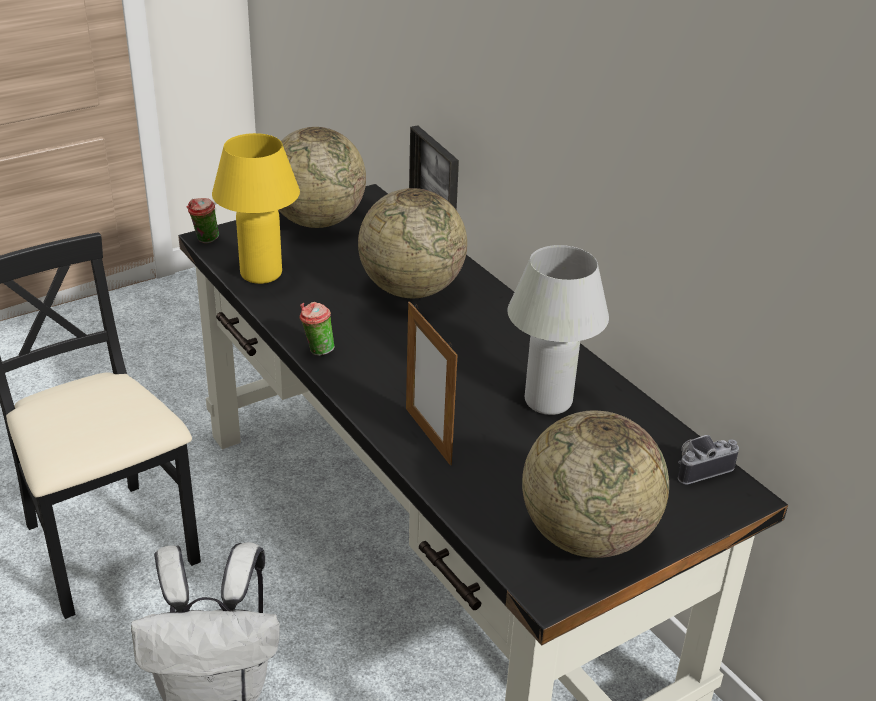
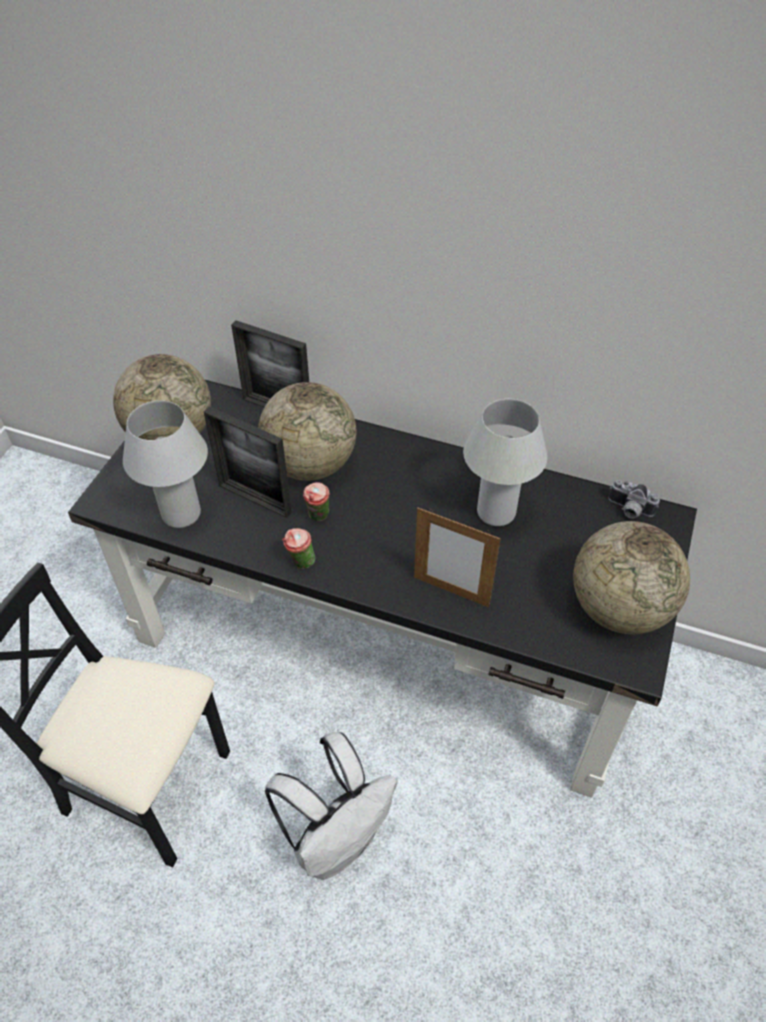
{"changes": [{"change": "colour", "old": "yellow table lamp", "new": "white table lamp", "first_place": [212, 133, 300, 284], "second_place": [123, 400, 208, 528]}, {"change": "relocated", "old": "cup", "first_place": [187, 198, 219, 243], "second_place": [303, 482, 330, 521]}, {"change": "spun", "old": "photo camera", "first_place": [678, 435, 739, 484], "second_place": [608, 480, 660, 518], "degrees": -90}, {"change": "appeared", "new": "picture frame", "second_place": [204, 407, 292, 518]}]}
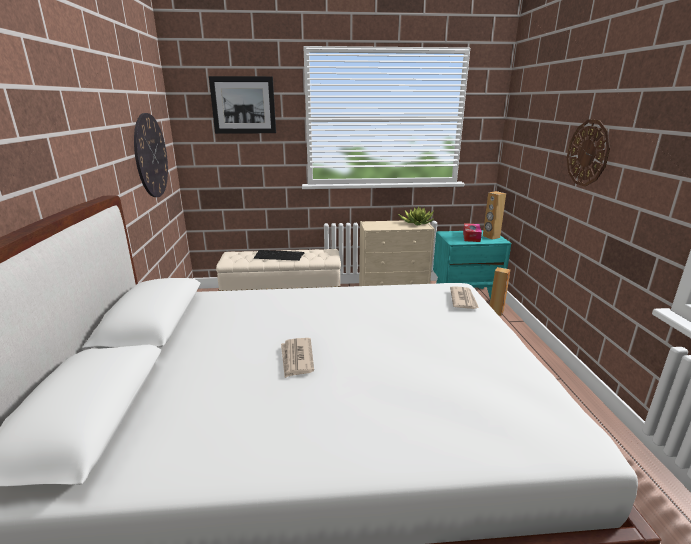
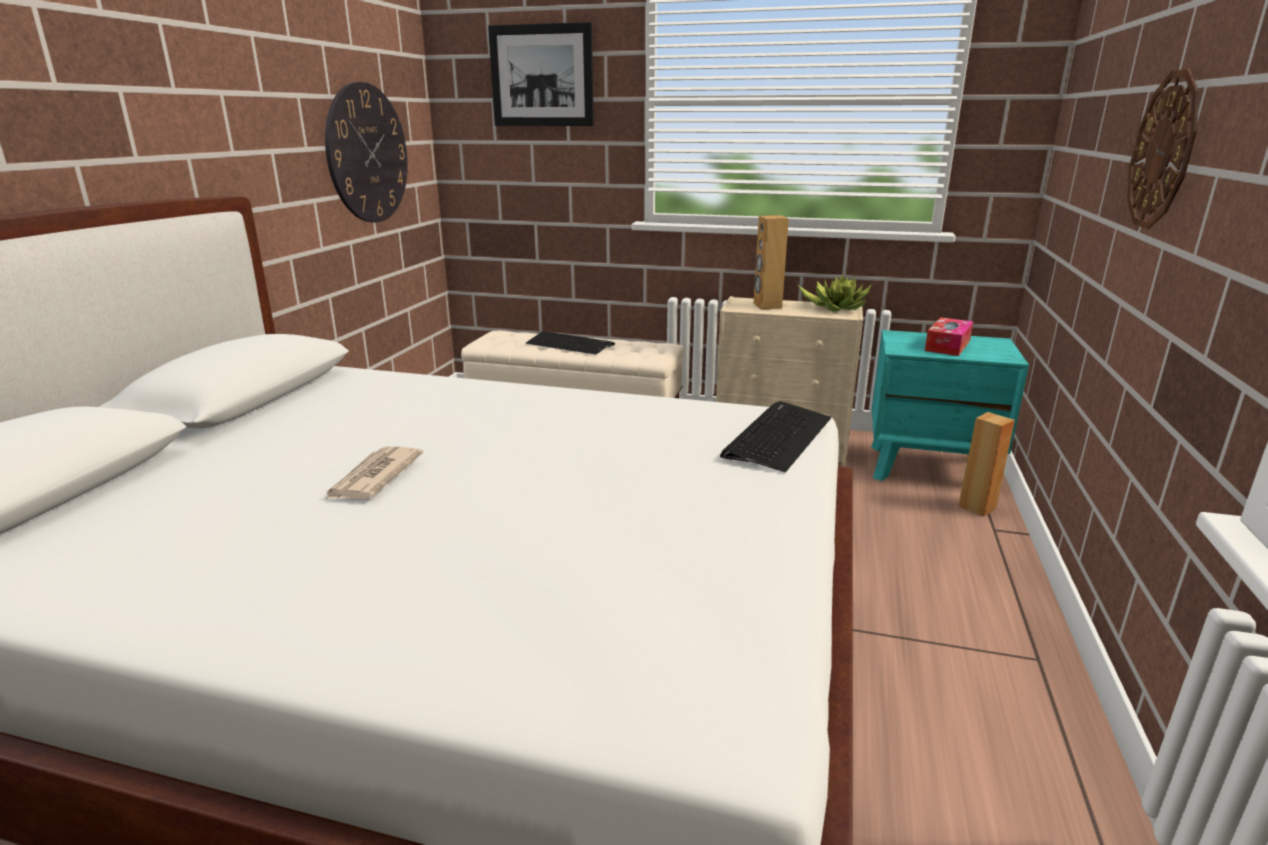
{"changes": [{"change": "relocated", "old": "brown speaker", "first_place": [483, 191, 506, 240], "second_place": [753, 215, 789, 309]}, {"change": "exchanged", "old": "newspaper", "new": "keyboard", "first_place": [450, 286, 479, 309], "second_place": [720, 401, 831, 473]}]}
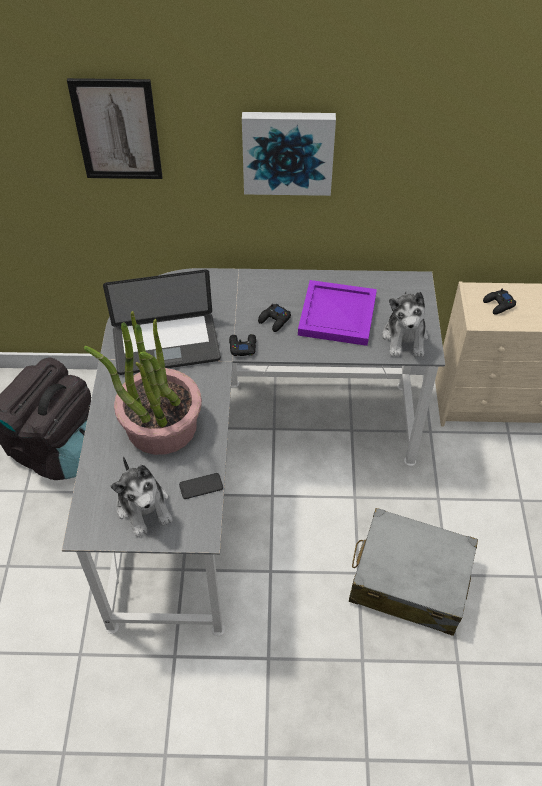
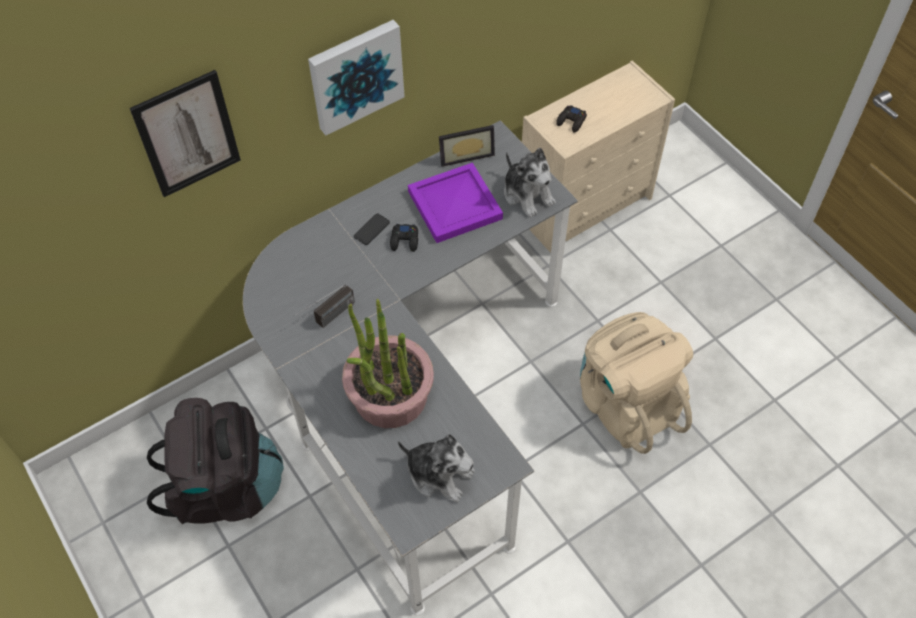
{"changes": [{"change": "exchanged", "old": "laptop", "new": "radio", "first_place": [103, 270, 221, 375], "second_place": [293, 285, 355, 328]}, {"change": "missing", "old": "black game controller", "first_place": [229, 334, 256, 356]}, {"change": "relocated", "old": "phone", "first_place": [179, 473, 223, 499], "second_place": [354, 213, 390, 245]}, {"change": "exchanged", "old": "grey suitcase", "new": "beige backpack", "first_place": [349, 508, 478, 636], "second_place": [580, 312, 693, 454]}, {"change": "appeared", "new": "picture frame", "second_place": [439, 125, 495, 167]}]}
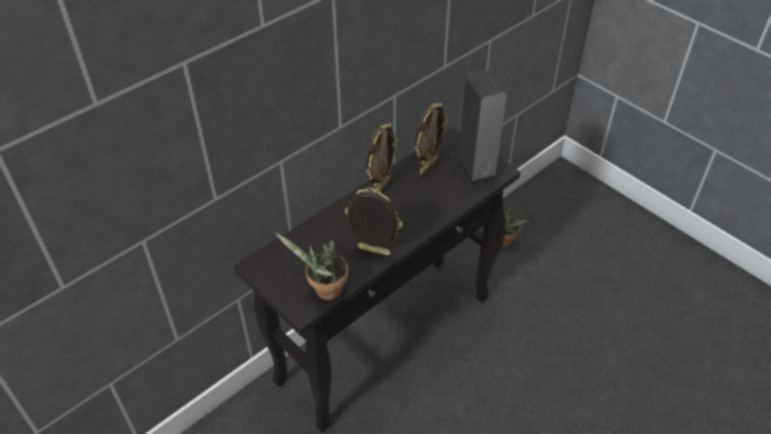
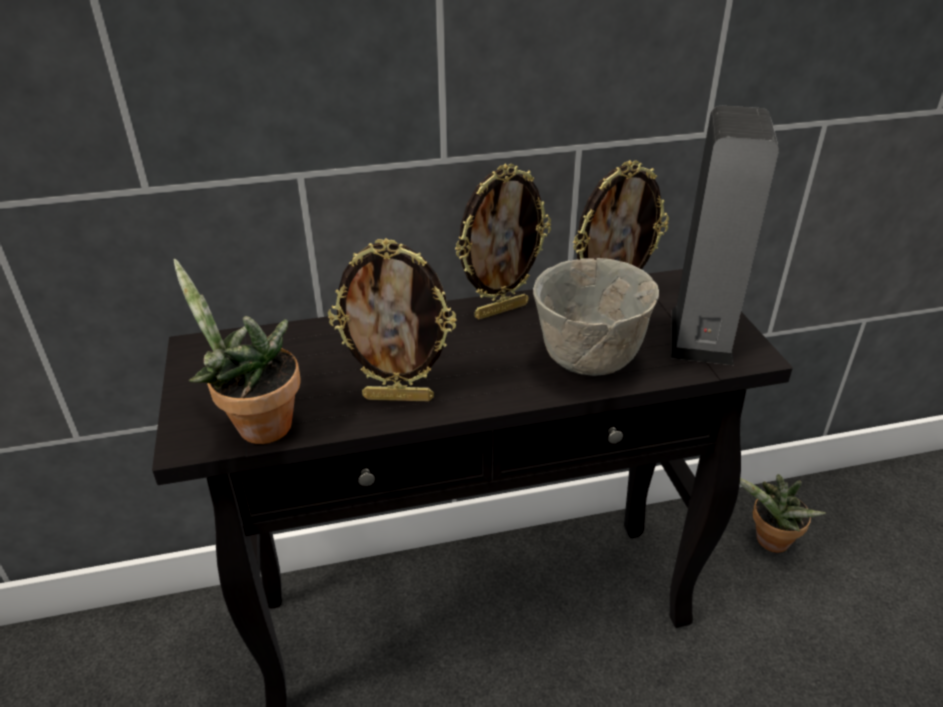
{"changes": [{"change": "spun", "old": "picture frame", "first_place": [345, 187, 402, 255], "second_place": [328, 238, 456, 401], "degrees": 135}, {"change": "appeared", "new": "grey bowl", "second_place": [533, 258, 659, 376]}]}
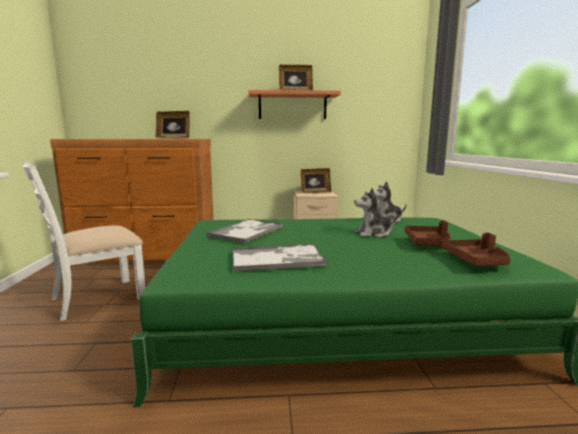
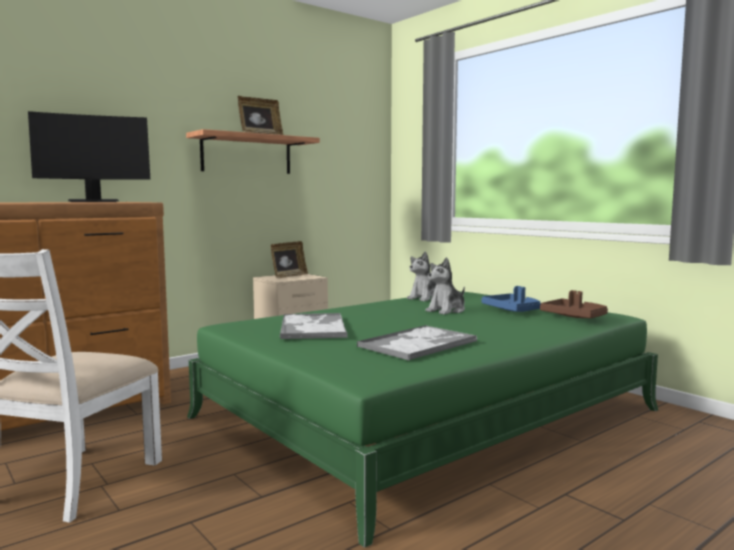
{"changes": [{"change": "exchanged", "old": "picture frame", "new": "monitor", "first_place": [155, 111, 190, 139], "second_place": [28, 111, 150, 202]}, {"change": "colour", "old": "brown tray", "new": "blue tray", "first_place": [405, 220, 451, 246], "second_place": [481, 286, 541, 312]}]}
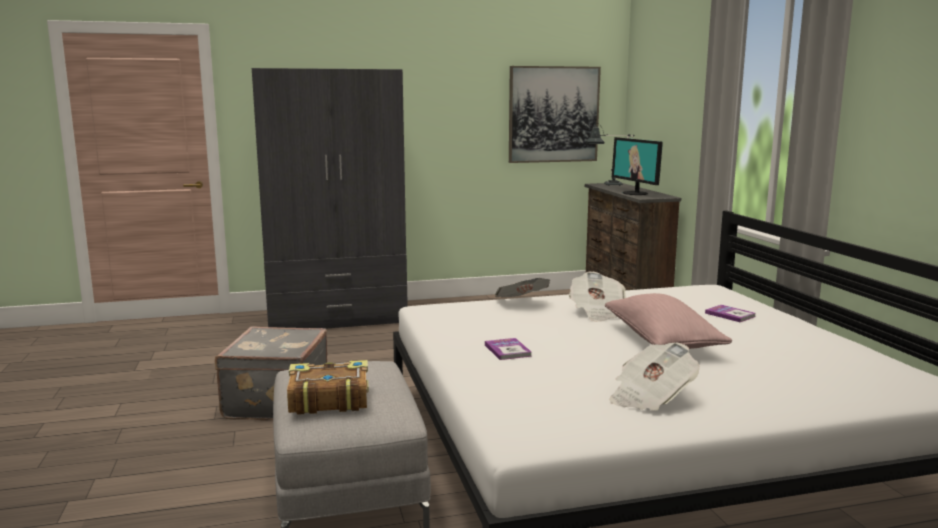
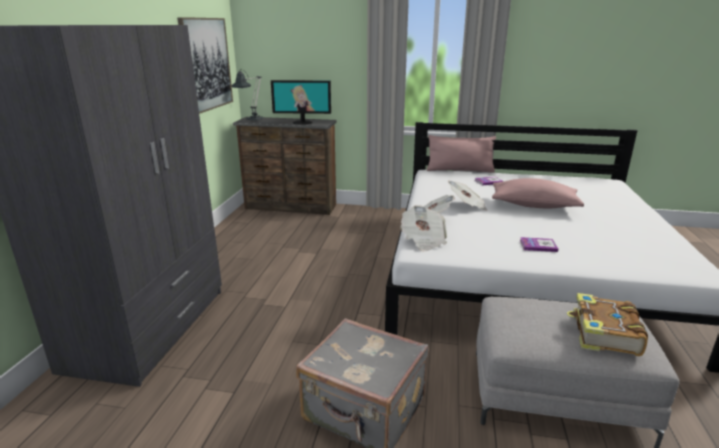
{"changes": [{"change": "relocated", "old": "newspaper", "first_place": [609, 343, 700, 411], "second_place": [400, 205, 447, 252]}, {"change": "appeared", "new": "pink pillow", "second_place": [427, 135, 496, 173]}]}
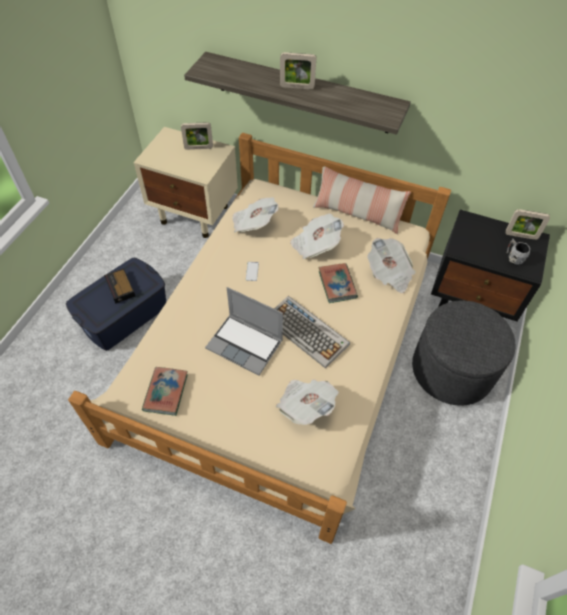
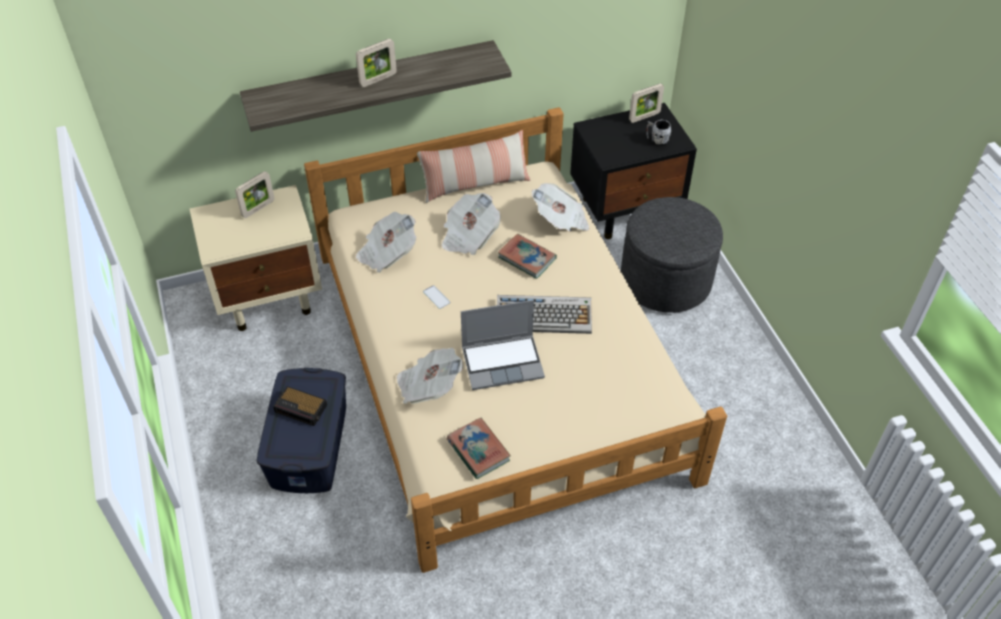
{"changes": [{"change": "relocated", "old": "newspaper", "first_place": [276, 380, 339, 425], "second_place": [396, 348, 463, 404]}]}
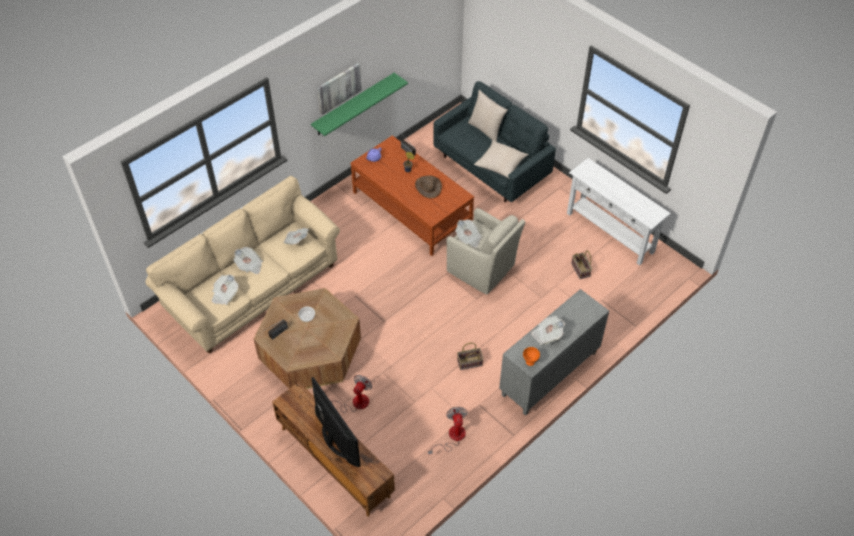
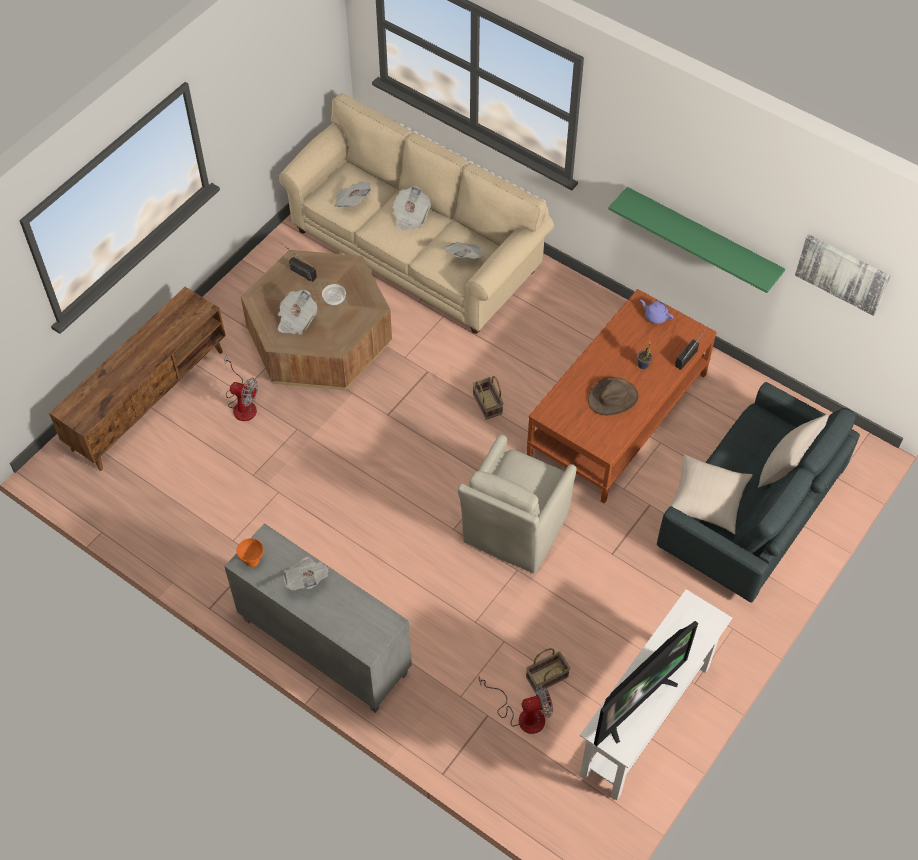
{"changes": [{"change": "relocated", "old": "picture", "first_place": [317, 63, 362, 115], "second_place": [795, 235, 890, 316]}, {"change": "relocated", "old": "newspaper", "first_place": [455, 219, 482, 248], "second_place": [278, 290, 317, 335]}, {"change": "relocated", "old": "basket", "first_place": [457, 343, 484, 370], "second_place": [473, 376, 504, 420]}, {"change": "relocated", "old": "television", "first_place": [311, 377, 361, 468], "second_place": [594, 621, 698, 746]}, {"change": "relocated", "old": "fan", "first_place": [428, 407, 468, 455], "second_place": [479, 676, 553, 734]}]}
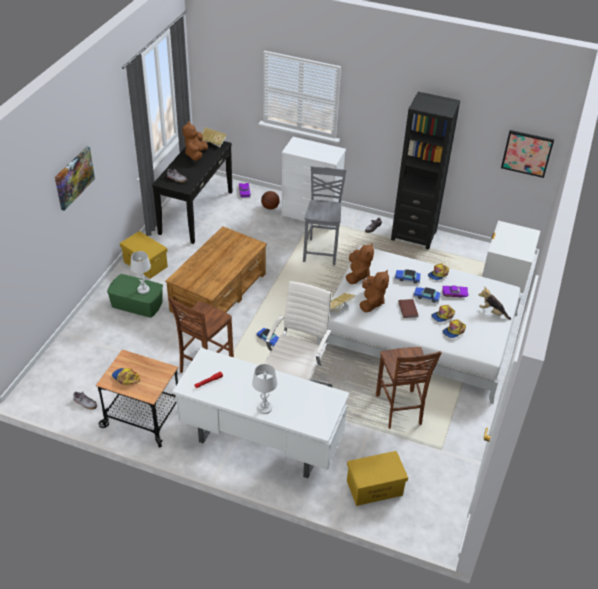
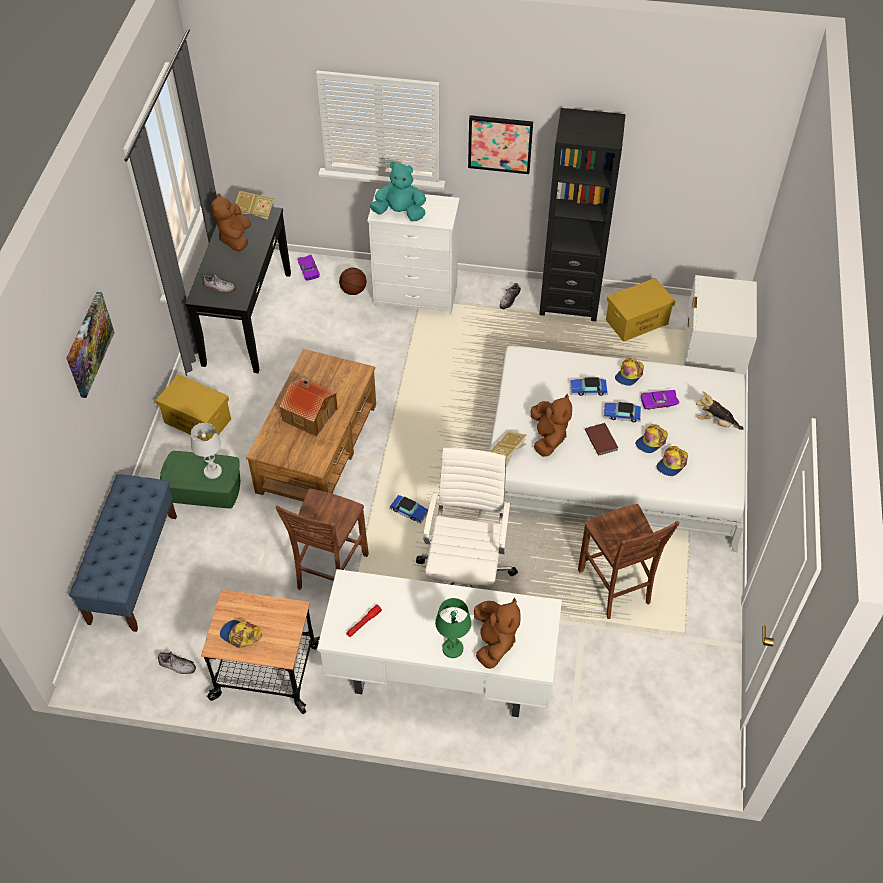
{"changes": [{"change": "relocated", "old": "picture", "first_place": [501, 130, 554, 178], "second_place": [468, 115, 533, 174]}, {"change": "missing", "old": "grey chair", "first_place": [303, 166, 346, 265]}, {"change": "relocated", "old": "brown plush toy", "first_place": [346, 243, 374, 284], "second_place": [474, 598, 521, 669]}, {"change": "colour", "old": "white table lamp", "new": "green table lamp", "first_place": [252, 364, 277, 414], "second_place": [435, 598, 471, 658]}, {"change": "relocated", "old": "yellow storage box", "first_place": [347, 451, 408, 506], "second_place": [606, 278, 675, 342]}, {"change": "appeared", "new": "turquoise plush toy", "second_place": [370, 162, 426, 221]}, {"change": "appeared", "new": "toy house", "second_place": [279, 378, 338, 436]}, {"change": "appeared", "new": "blue bench", "second_place": [69, 474, 177, 632]}]}
